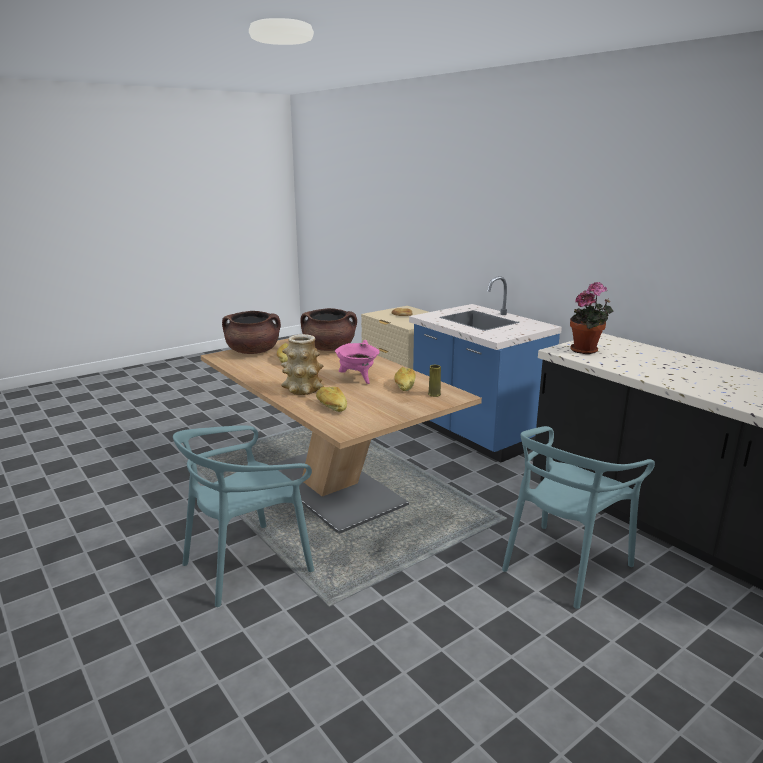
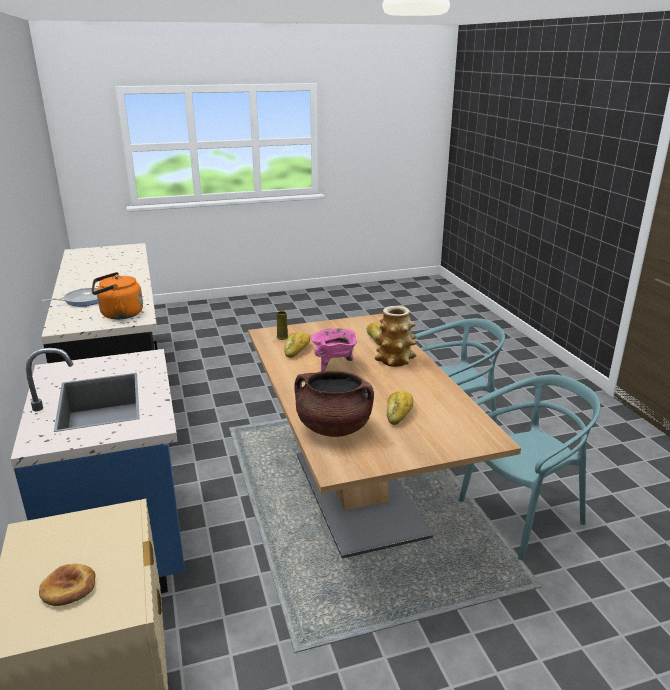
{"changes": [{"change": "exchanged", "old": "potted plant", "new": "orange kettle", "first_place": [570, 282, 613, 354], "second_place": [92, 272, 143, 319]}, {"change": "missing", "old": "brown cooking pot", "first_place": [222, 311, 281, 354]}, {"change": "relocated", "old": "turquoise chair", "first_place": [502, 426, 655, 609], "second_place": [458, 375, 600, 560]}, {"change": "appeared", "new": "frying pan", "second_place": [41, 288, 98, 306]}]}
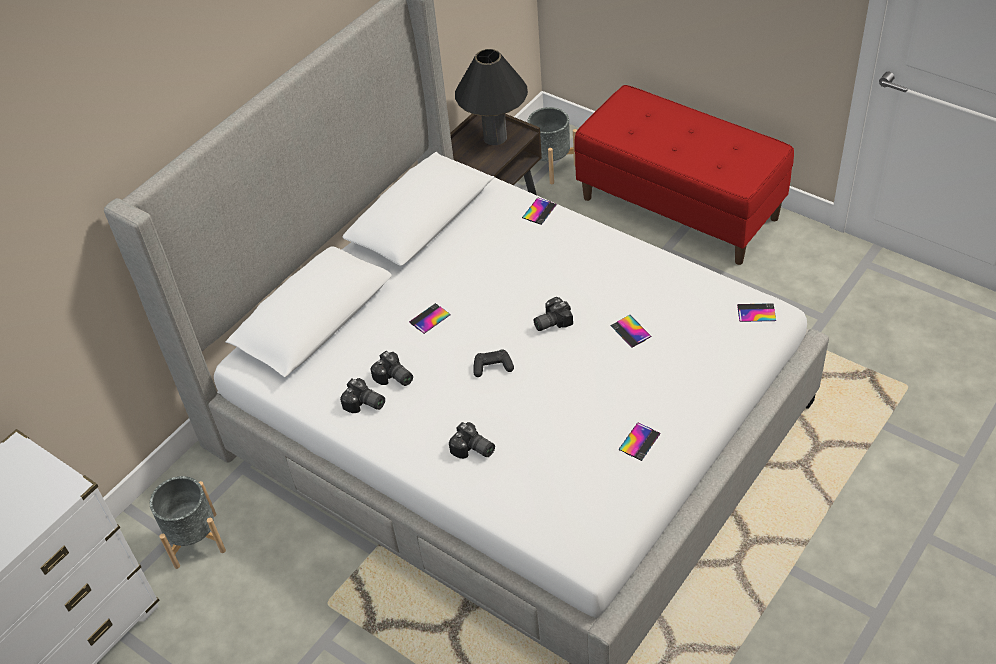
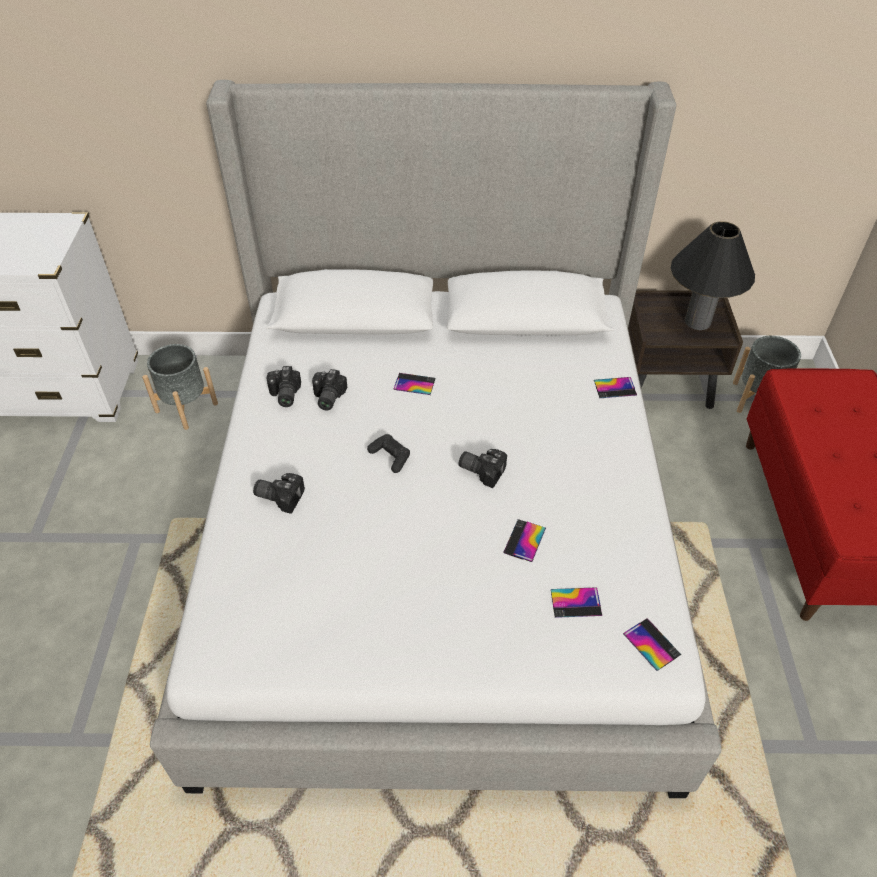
{"changes": [{"change": "spun", "old": "photo camera", "first_place": [449, 422, 495, 459], "second_place": [253, 473, 305, 514], "degrees": 105}, {"change": "relocated", "old": "phone", "first_place": [618, 422, 661, 461], "second_place": [551, 587, 602, 618]}]}
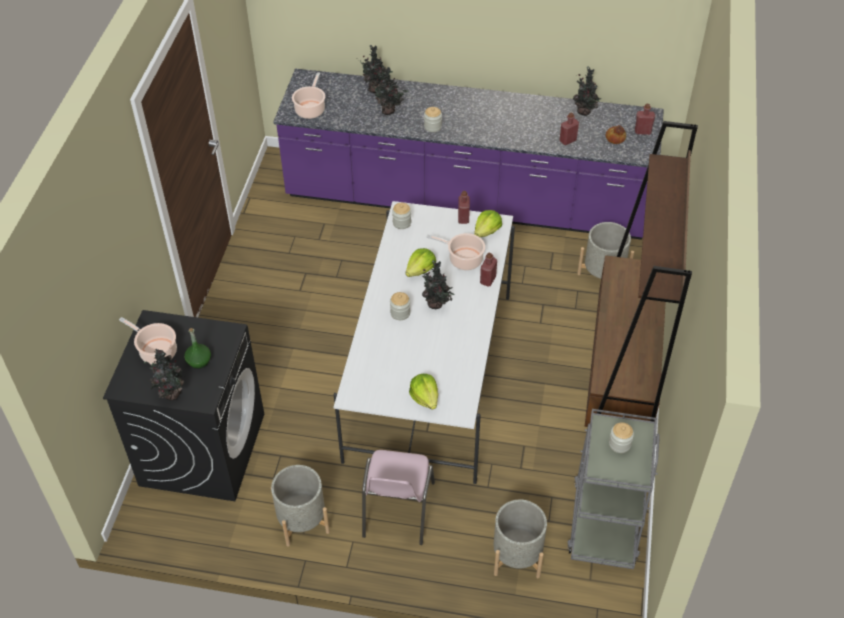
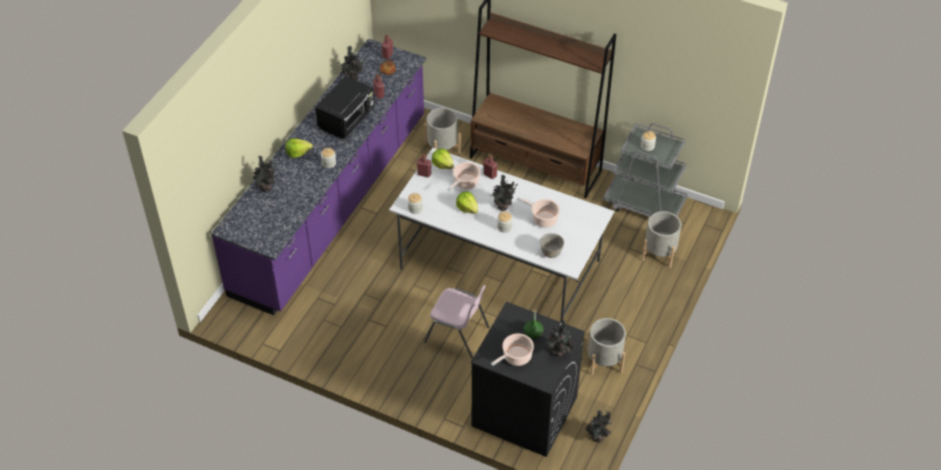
{"changes": [{"change": "relocated", "old": "potted plant", "first_place": [371, 67, 409, 115], "second_place": [586, 410, 611, 443]}, {"change": "relocated", "old": "cooking pot", "first_place": [292, 72, 325, 119], "second_place": [517, 197, 560, 227]}, {"change": "relocated", "old": "lettuce", "first_place": [409, 374, 438, 410], "second_place": [285, 138, 313, 158]}, {"change": "relocated", "old": "pink chair", "first_place": [362, 450, 435, 545], "second_place": [424, 285, 489, 358]}, {"change": "appeared", "new": "black microwave", "second_place": [315, 76, 375, 139]}, {"change": "appeared", "new": "grey bowl", "second_place": [540, 233, 564, 258]}]}
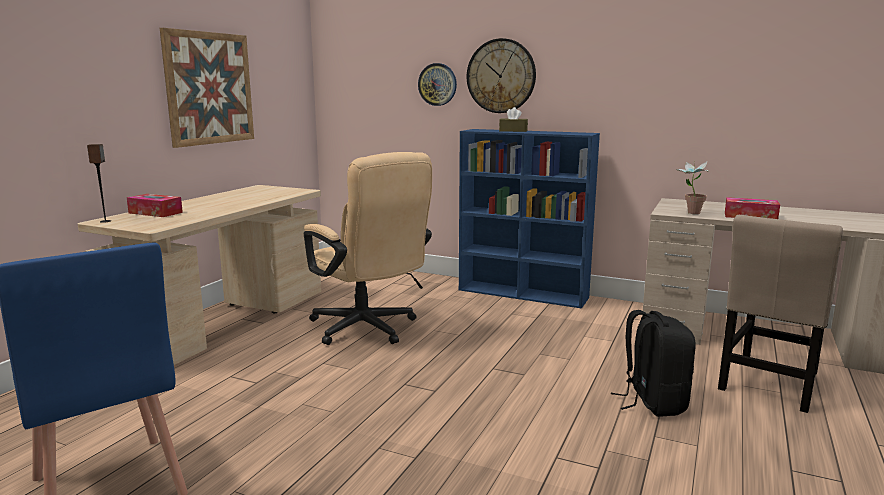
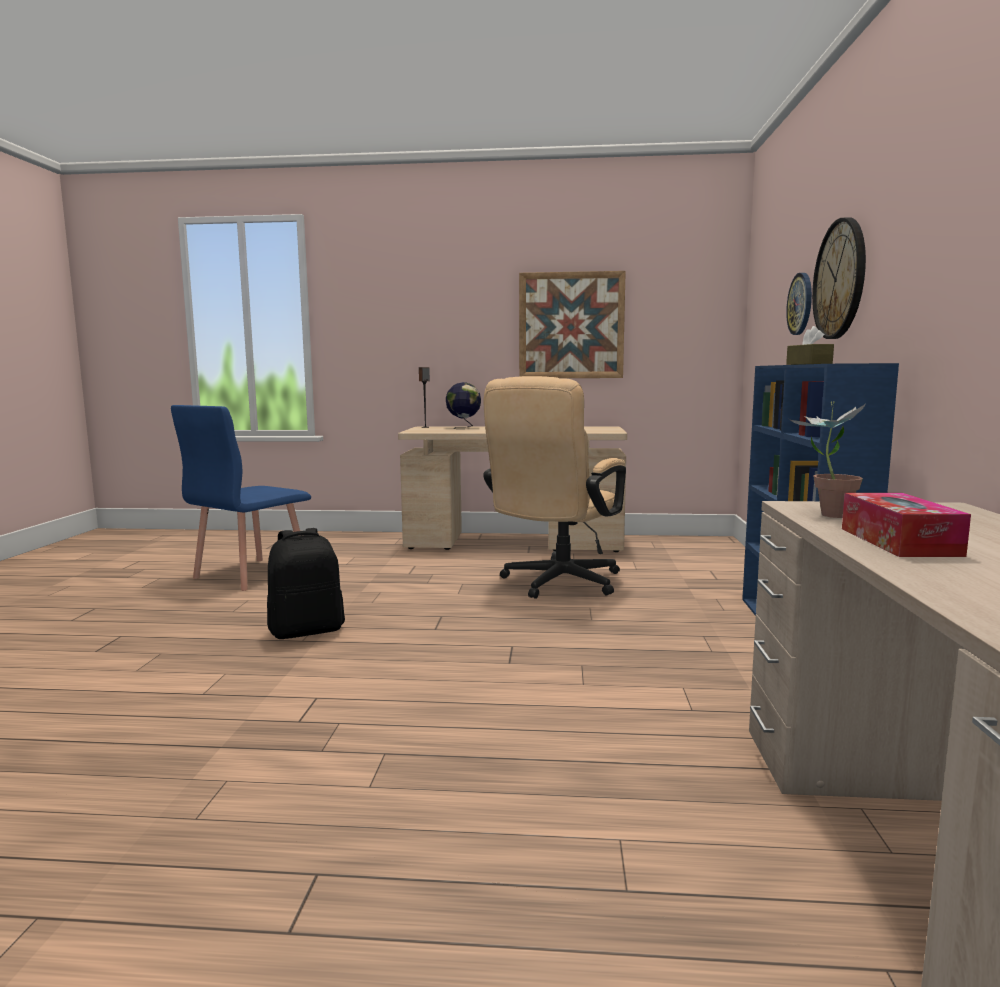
{"changes": [{"change": "exchanged", "old": "tissue box", "new": "globe", "first_place": [127, 194, 183, 217], "second_place": [446, 382, 481, 429]}, {"change": "missing", "old": "beige chair", "first_place": [718, 215, 843, 413]}, {"change": "relocated", "old": "black backpack", "first_place": [611, 310, 695, 417], "second_place": [267, 528, 345, 639]}]}
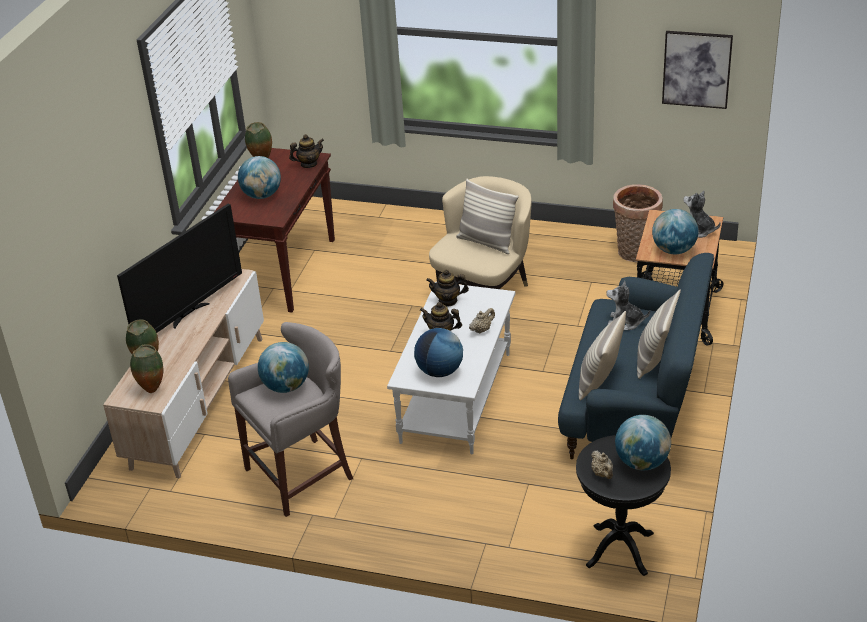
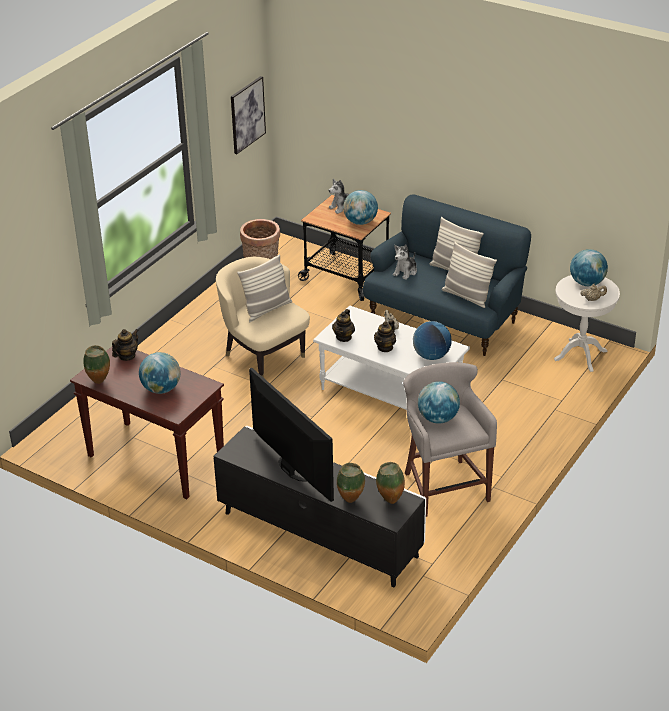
{"changes": [{"change": "spun", "old": "teapot", "first_place": [289, 134, 324, 168], "second_place": [112, 329, 138, 361], "degrees": 45}, {"change": "colour", "old": "beige tv stand", "new": "black tv stand", "first_place": [103, 269, 264, 479], "second_place": [213, 426, 426, 587]}, {"change": "colour", "old": "black side table", "new": "white side table", "first_place": [576, 435, 671, 576], "second_place": [554, 275, 620, 372]}]}
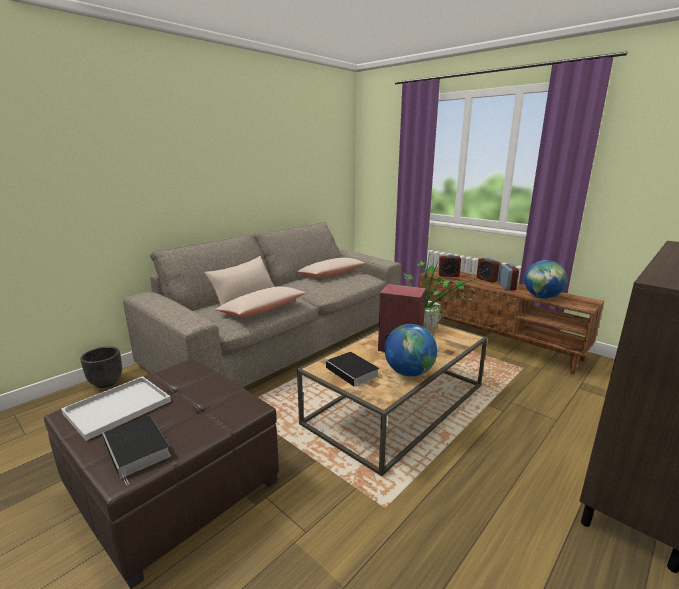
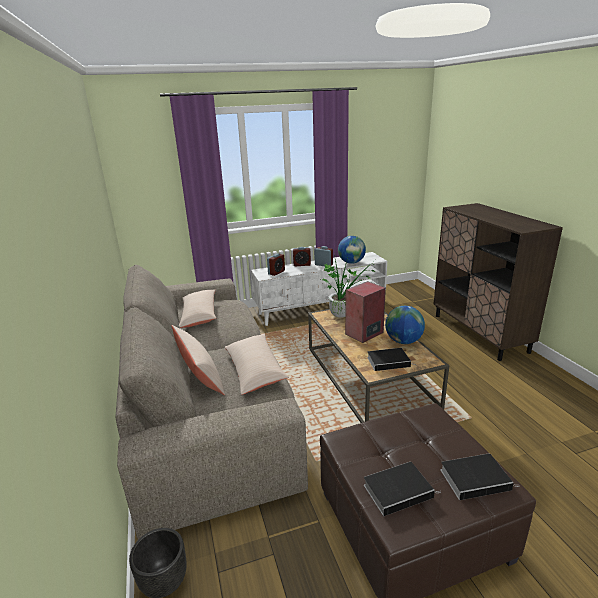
{"changes": [{"change": "colour", "old": "brown tv stand", "new": "white tv stand", "first_place": [418, 267, 604, 375], "second_place": [251, 252, 387, 326]}, {"change": "exchanged", "old": "white tray", "new": "book", "first_place": [61, 376, 171, 441], "second_place": [364, 462, 441, 516]}]}
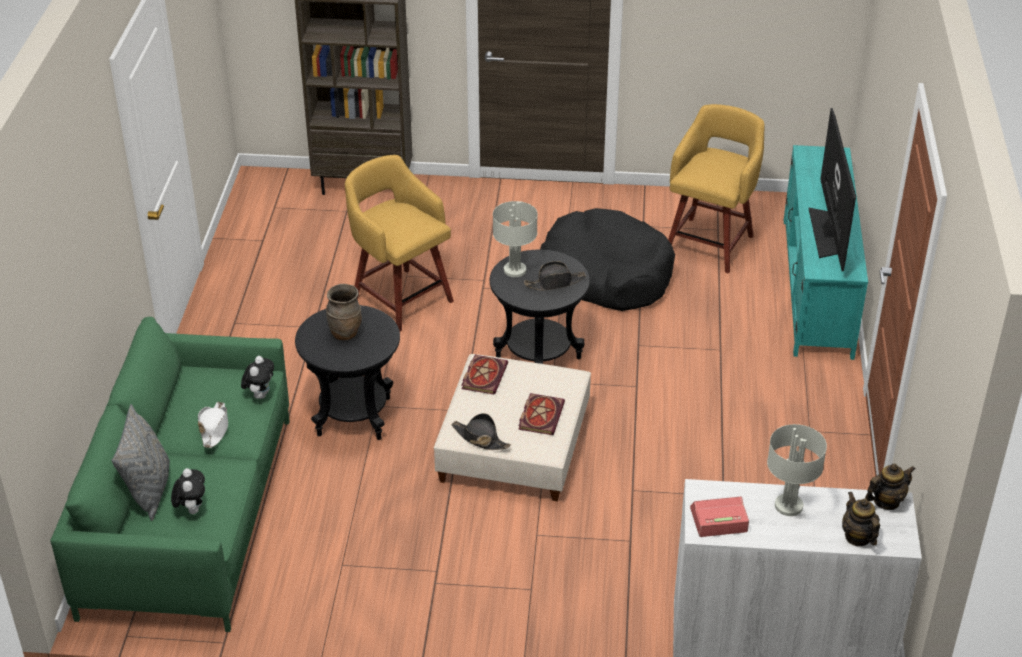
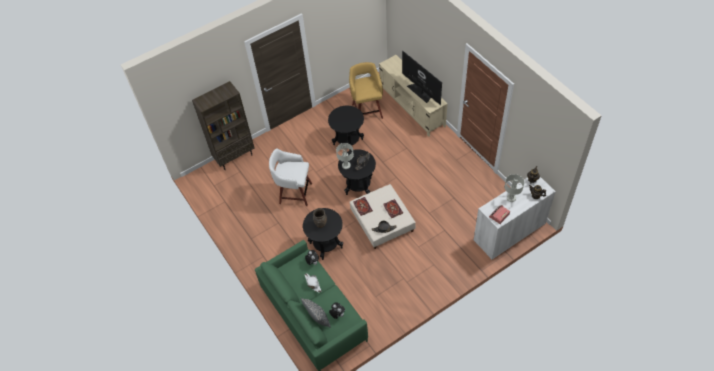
{"changes": [{"change": "colour", "old": "turquoise tv stand", "new": "beige tv stand", "first_place": [784, 145, 868, 360], "second_place": [379, 55, 448, 137]}, {"change": "colour", "old": "yellow stool", "new": "white stool", "first_place": [345, 155, 454, 332], "second_place": [269, 148, 312, 206]}, {"change": "exchanged", "old": "black dog bed", "new": "black side table", "first_place": [540, 208, 675, 311], "second_place": [328, 106, 364, 151]}]}
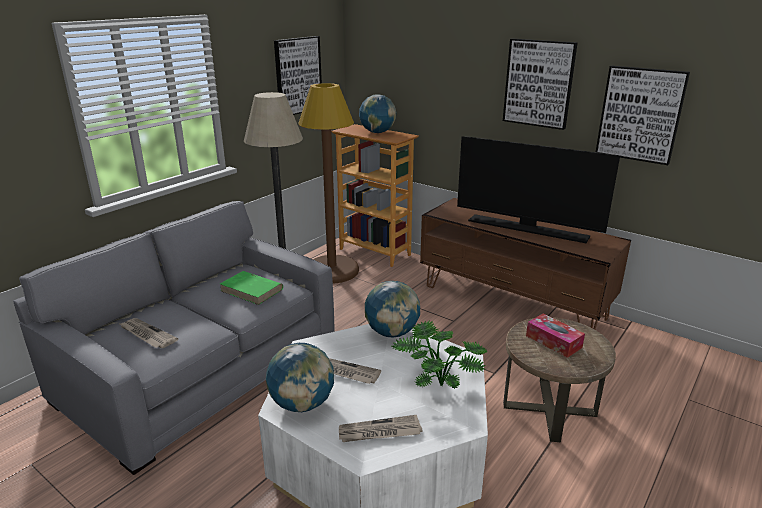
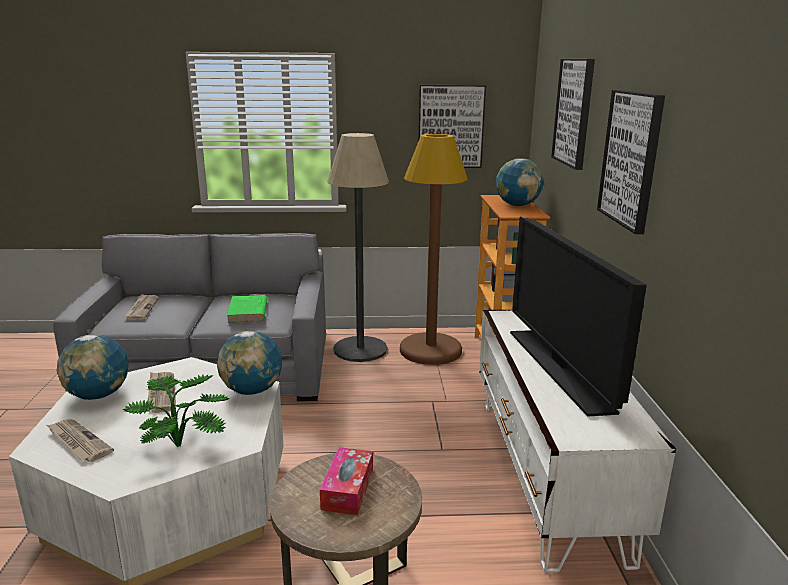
{"changes": [{"change": "relocated", "old": "picture", "first_place": [596, 66, 690, 165], "second_place": [551, 59, 595, 170]}, {"change": "colour", "old": "brown tv stand", "new": "white tv stand", "first_place": [420, 198, 631, 329], "second_place": [479, 310, 676, 572]}]}
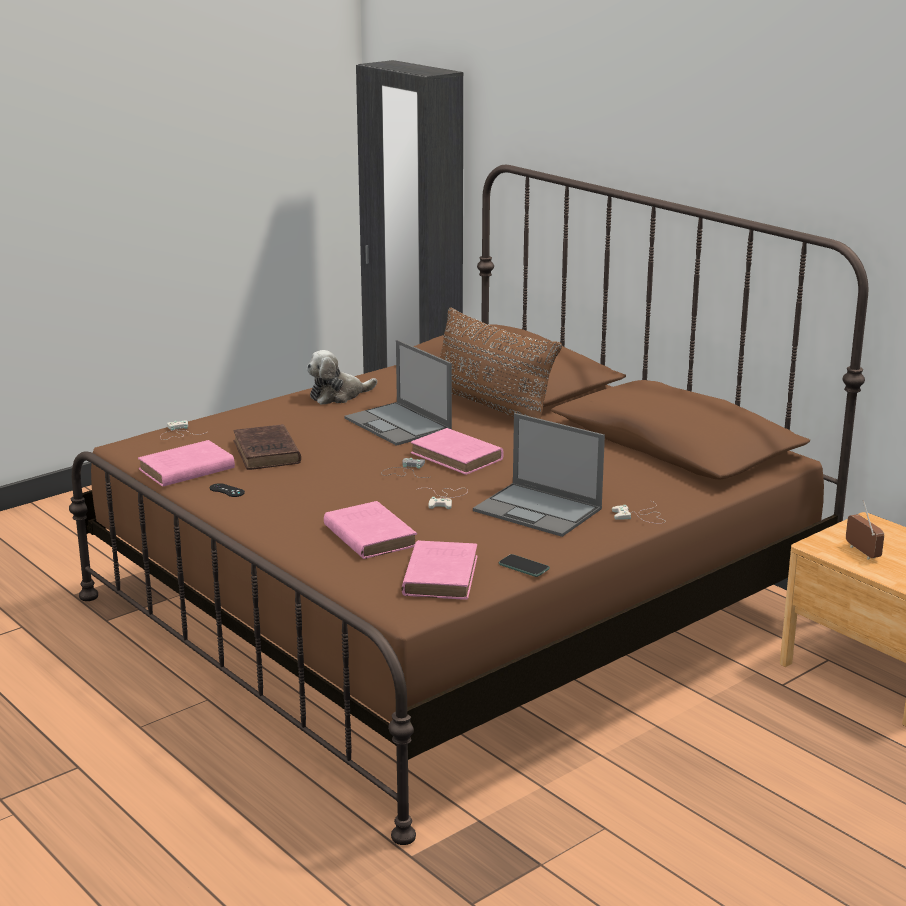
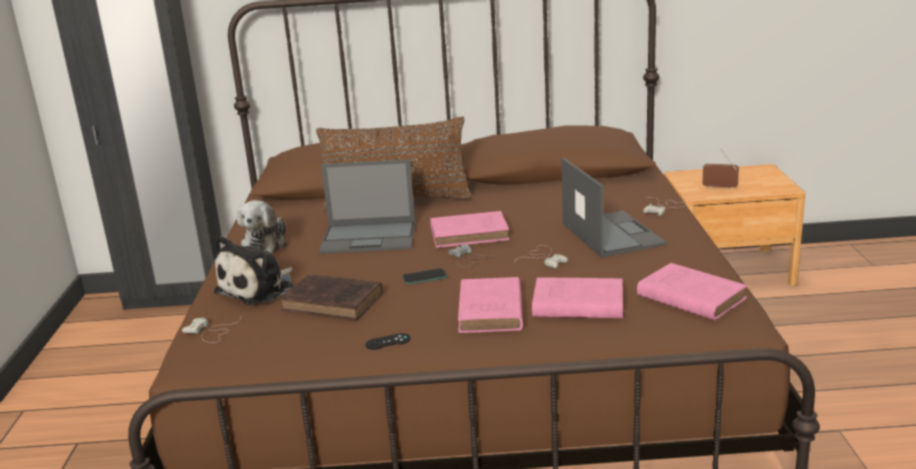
{"changes": [{"change": "spun", "old": "laptop", "first_place": [473, 413, 605, 537], "second_place": [561, 158, 666, 257], "degrees": -90}, {"change": "relocated", "old": "pink book", "first_place": [138, 440, 235, 487], "second_place": [458, 277, 523, 333]}, {"change": "relocated", "old": "phone", "first_place": [499, 554, 550, 577], "second_place": [402, 268, 447, 285]}, {"change": "appeared", "new": "plush toy", "second_place": [214, 236, 293, 305]}]}
